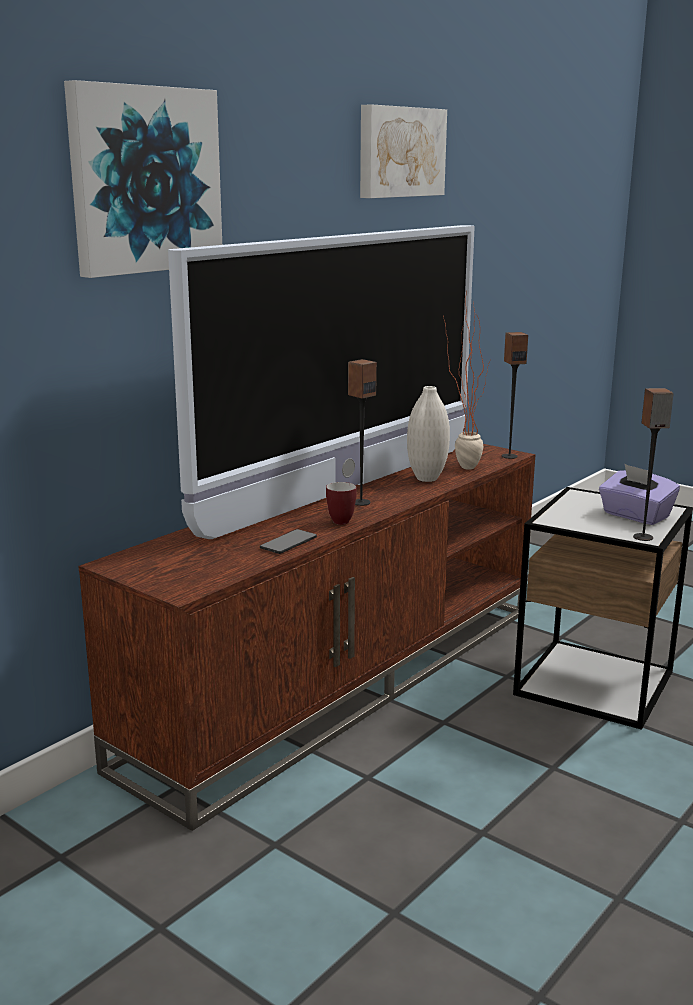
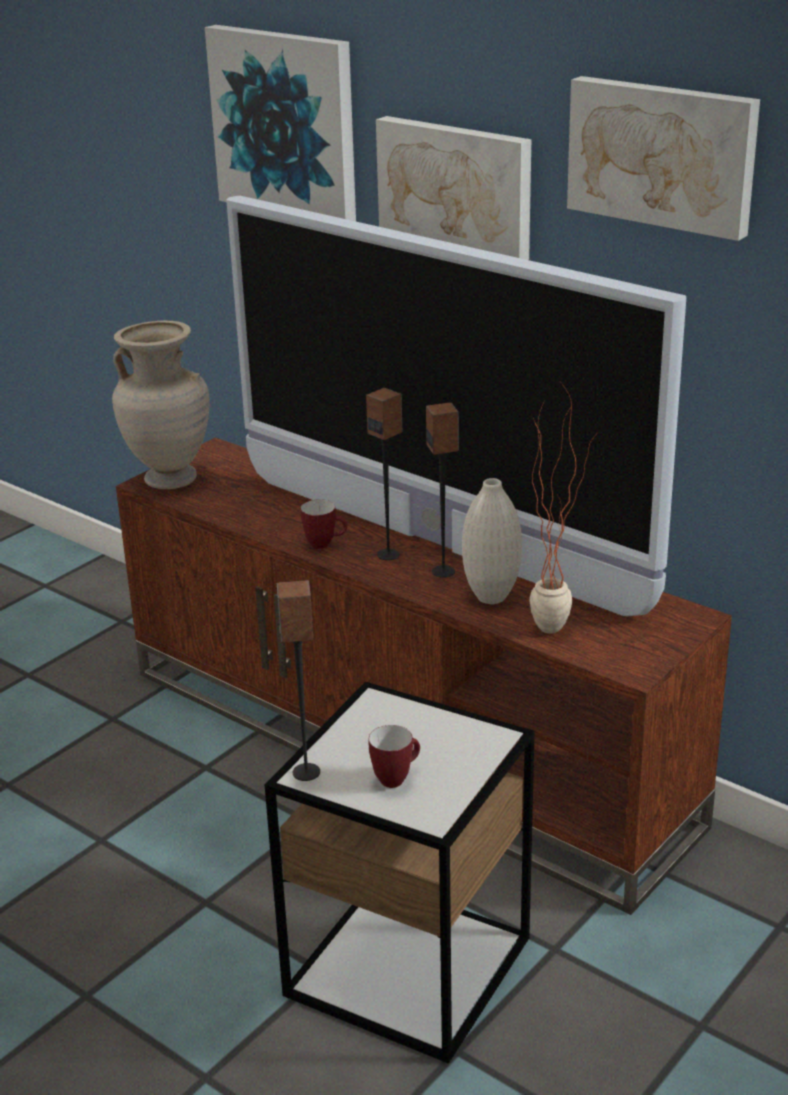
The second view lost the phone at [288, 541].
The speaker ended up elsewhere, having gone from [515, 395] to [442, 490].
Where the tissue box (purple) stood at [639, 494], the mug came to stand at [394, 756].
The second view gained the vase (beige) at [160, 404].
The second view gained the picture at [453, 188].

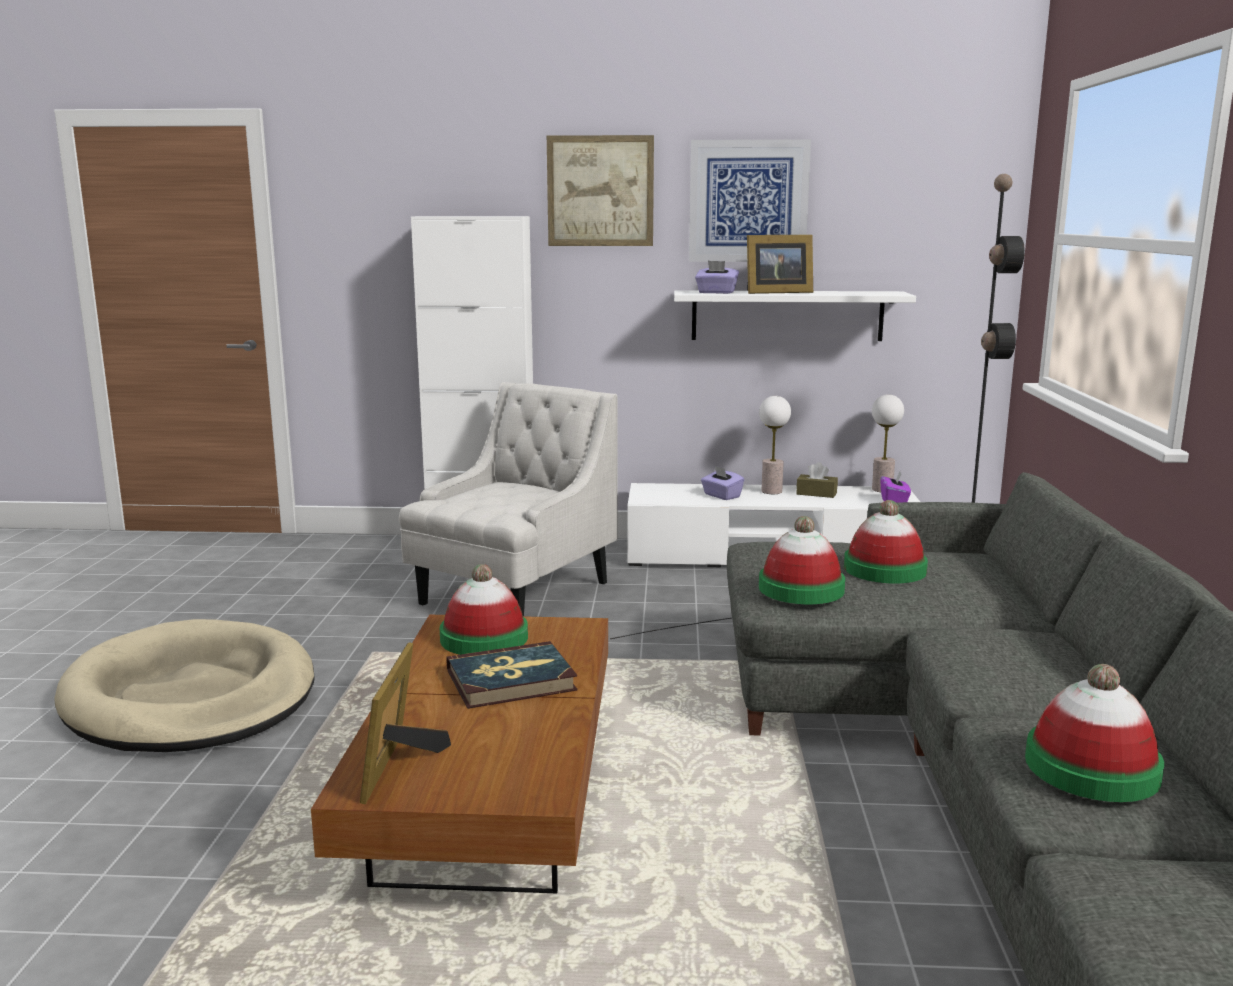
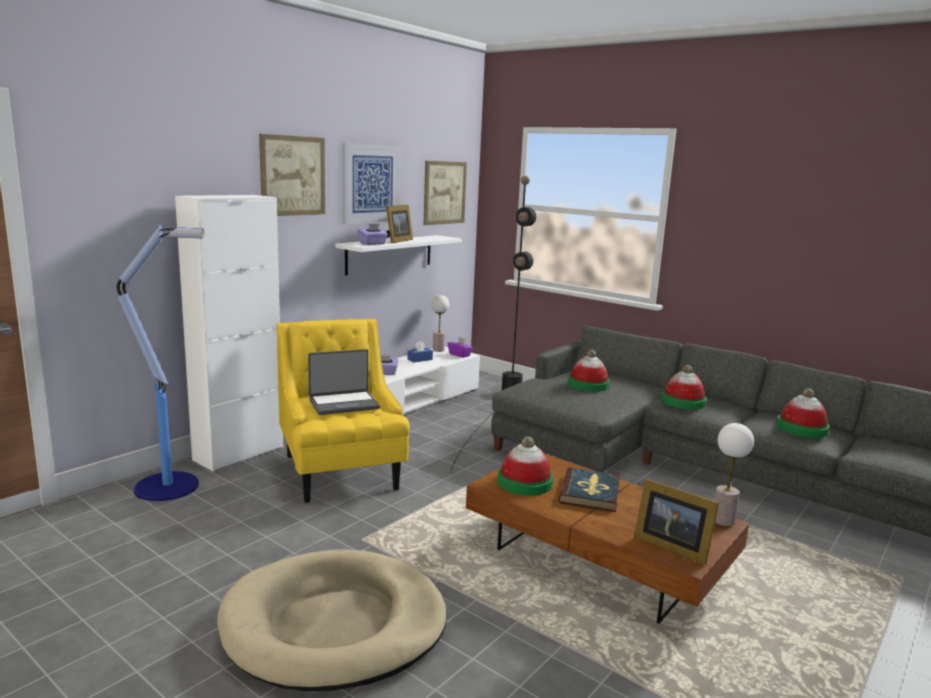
What was the armchair (white) at [508, 499] turned into the armchair (yellow) at [343, 411].
The table lamp ended up elsewhere, having gone from [775, 445] to [734, 474].
The hat ended up elsewhere, having gone from [802, 560] to [684, 387].
What was the tissue box (brown) at [817, 480] turned into the tissue box (blue) at [420, 352].
The second view gained the floor lamp at [161, 363].
The second view gained the laptop at [344, 382].
The second view gained the picture at [445, 193].

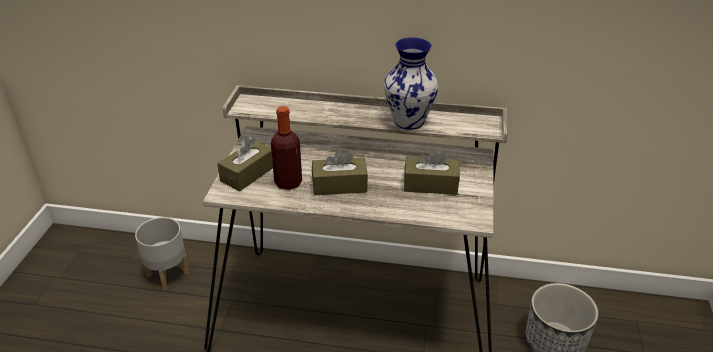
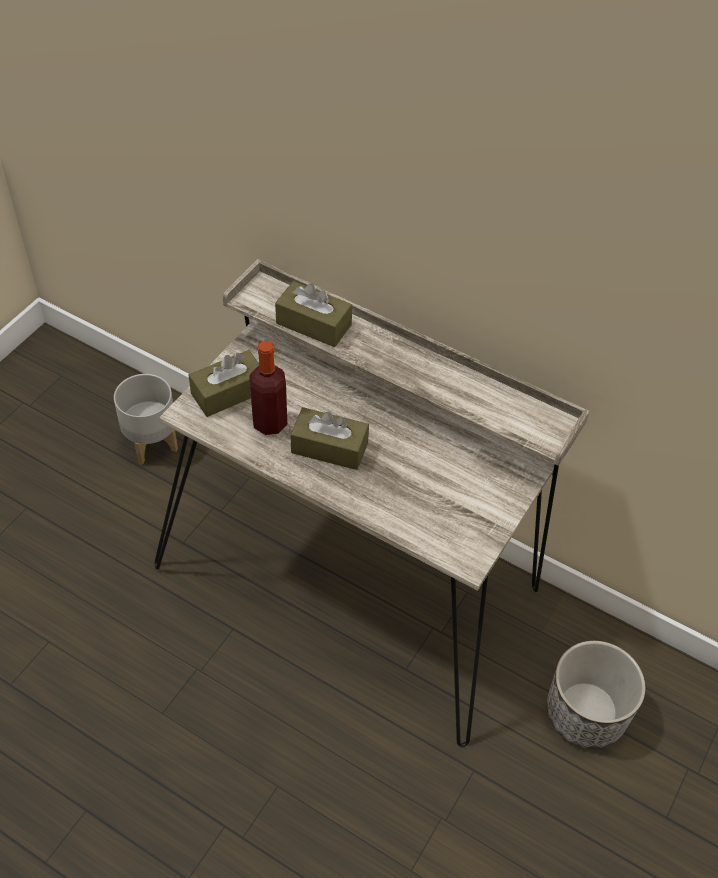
The second view lost the vase at [411, 83].
The tissue box (brown) ended up elsewhere, having gone from [432, 172] to [313, 314].

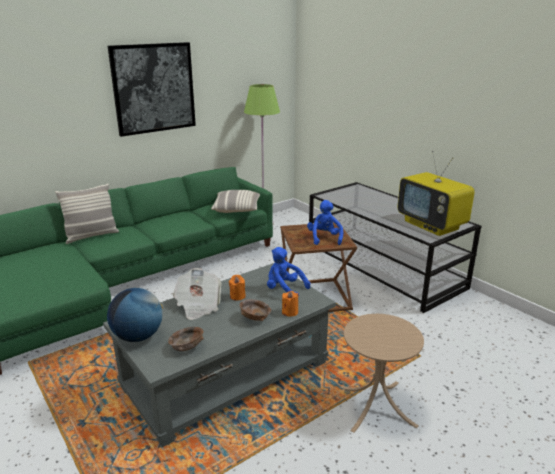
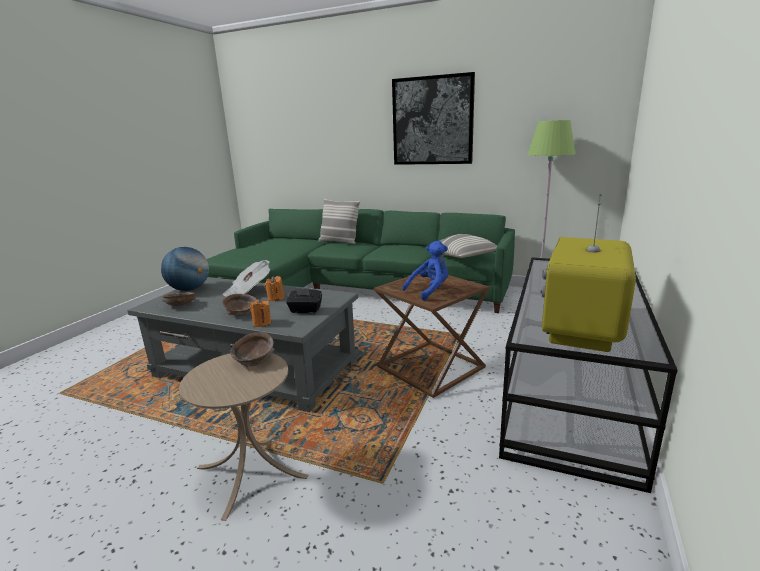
Where the plush toy (blue) stood at [289, 272], the tissue box (black) came to stand at [304, 300].
The second view gained the bowl (brown) at [253, 349].

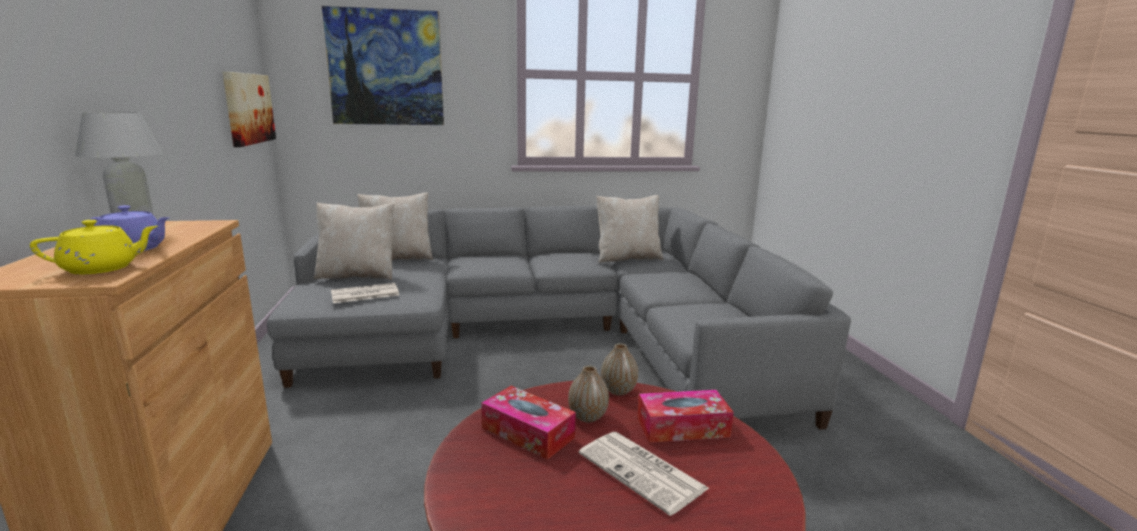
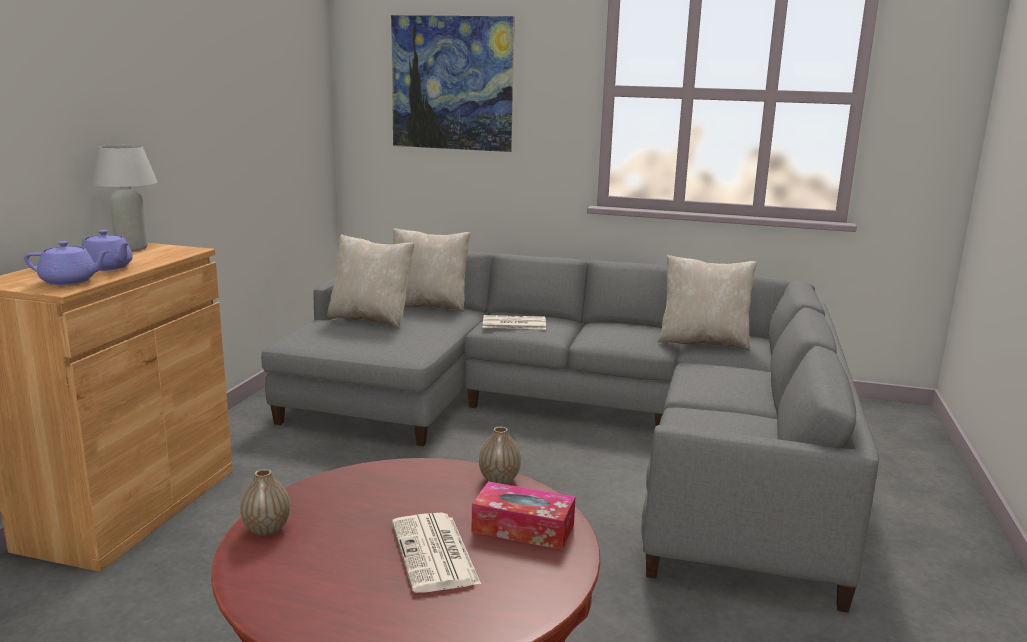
What was the teapot (yellow) at [94, 247] turned into the teapot (purple) at [67, 263].
The second view lost the picture at [249, 109].
The newspaper ended up elsewhere, having gone from [365, 293] to [514, 322].
The second view lost the tissue box at [528, 423].
The vase ended up elsewhere, having gone from [588, 393] to [265, 502].

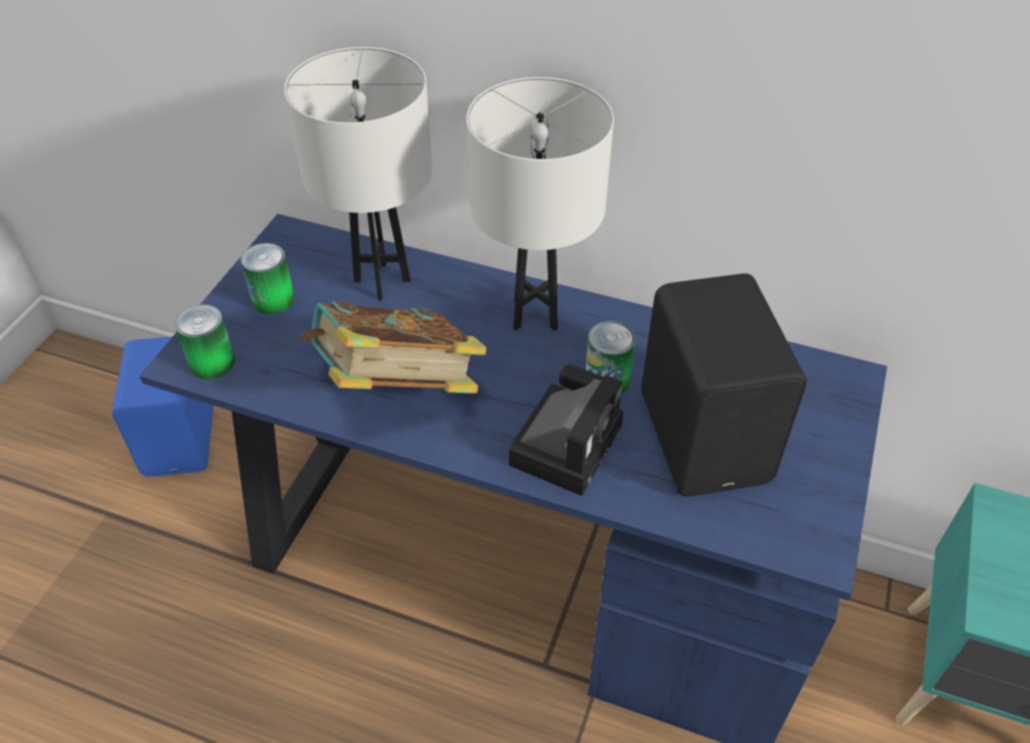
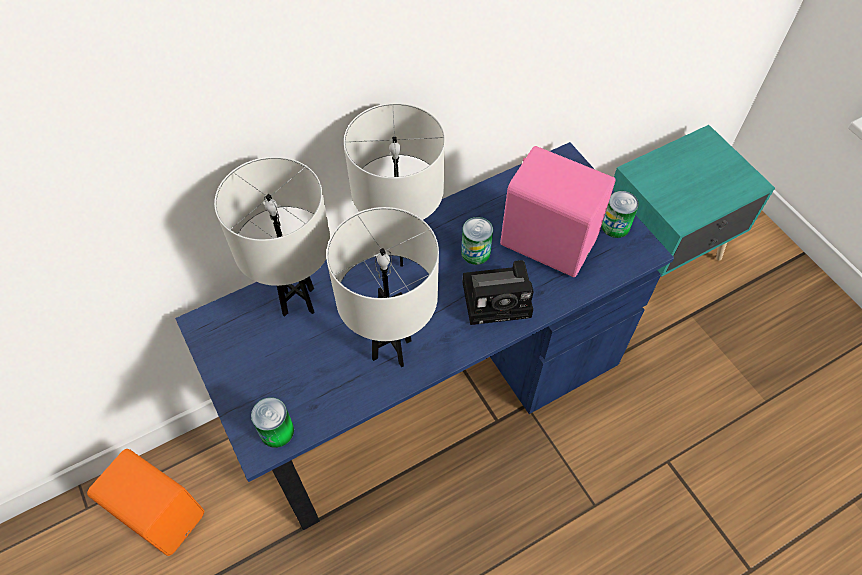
What was the speaker (blue) at [162, 406] turned into the speaker (orange) at [145, 502].
The can ended up elsewhere, having gone from [268, 278] to [620, 214].
Where the book stood at [393, 348], the table lamp (white) came to stand at [382, 287].
The photo camera at [566, 430] ended up facing another way, 105 degrees clockwise from before.
What was the speaker (black) at [724, 385] turned into the speaker (pink) at [558, 211].

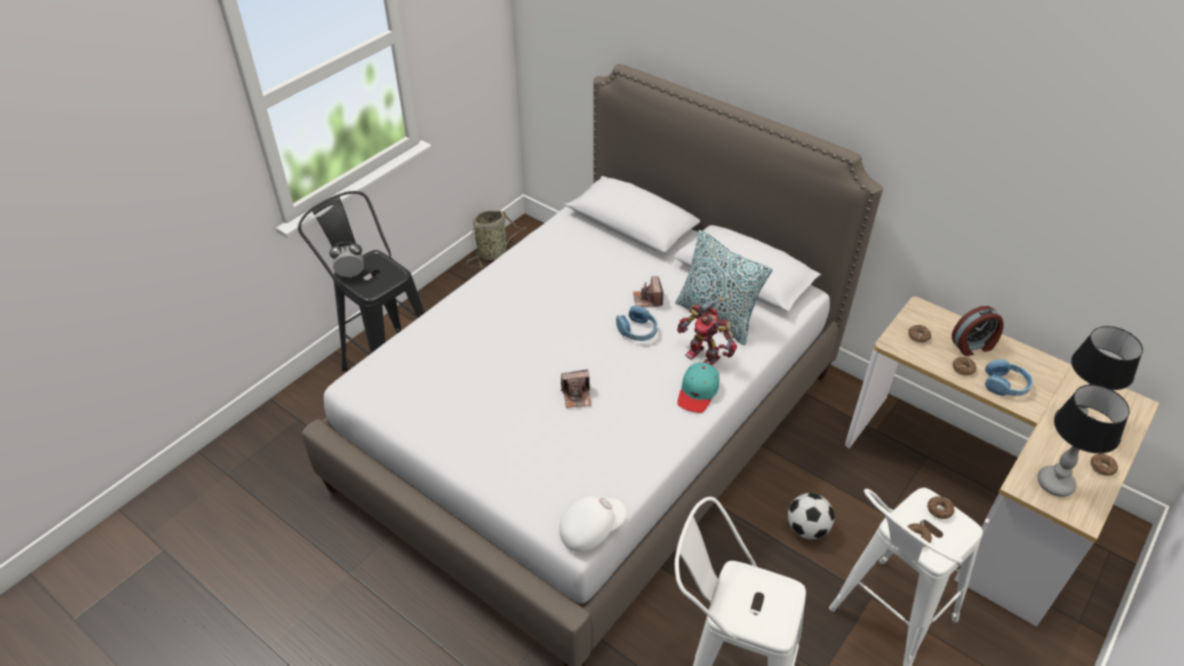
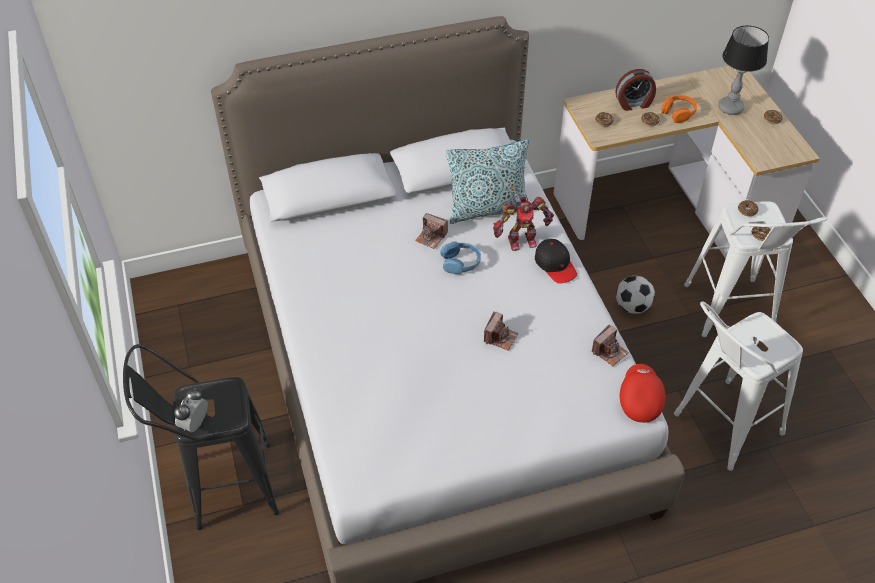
The second view lost the basket at [496, 238].
What was the cap (white) at [592, 524] turned into the cap (red) at [642, 393].
What was the cap (turquoise) at [698, 387] turned into the cap (black) at [556, 261].
The alarm clock at [978, 331] ended up facing another way, 60 degrees clockwise from before.
What was the headphones (blue) at [1009, 378] turned into the headphones (orange) at [679, 109].
The second view lost the table lamp at [1083, 440].
The second view gained the photo camera at [610, 345].

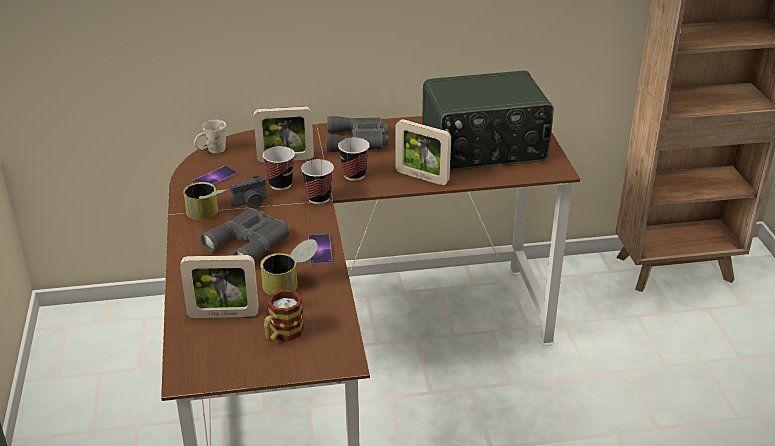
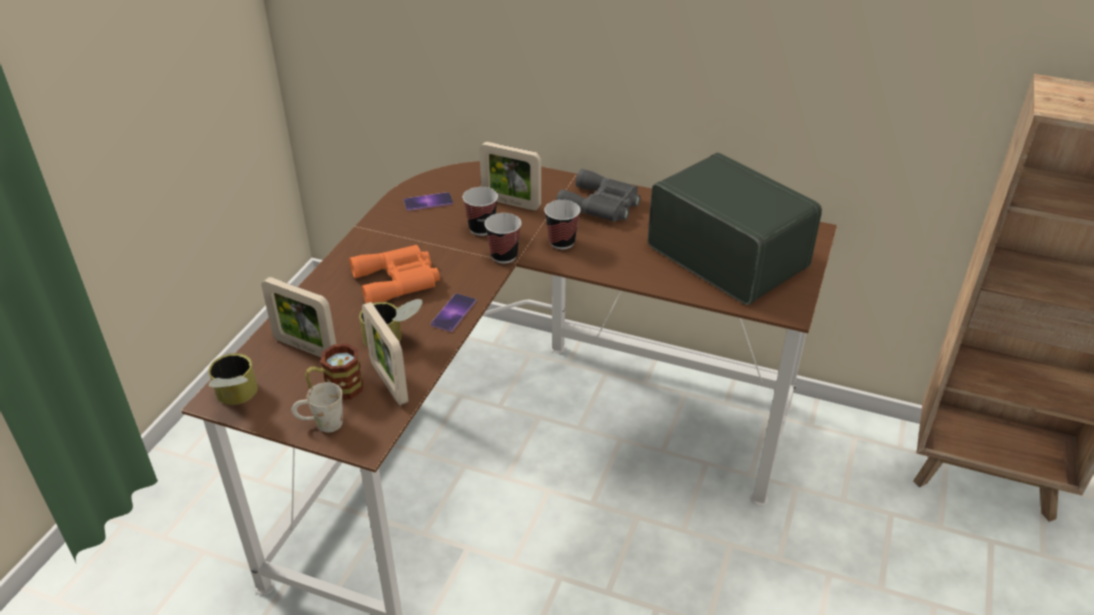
The can ended up elsewhere, having gone from [205, 201] to [233, 379].
The mug (white) ended up elsewhere, having gone from [210, 137] to [317, 407].
What was the binoculars (grey) at [245, 234] turned into the binoculars (orange) at [394, 274].
The second view lost the photo camera at [248, 192].
The picture frame ended up elsewhere, having gone from [423, 152] to [385, 353].
The radio at [488, 120] ended up facing another way, 150 degrees counterclockwise from before.

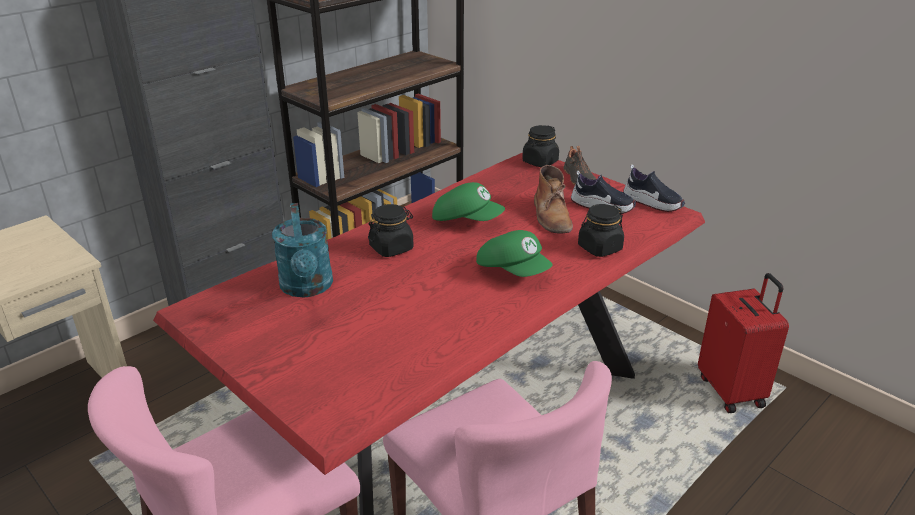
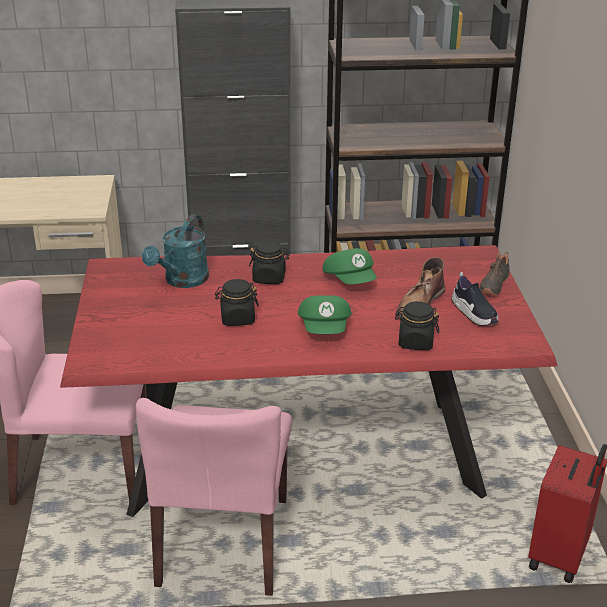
The jar (black) ended up elsewhere, having gone from [540, 146] to [237, 302].
The second view lost the shoe at [654, 188].

